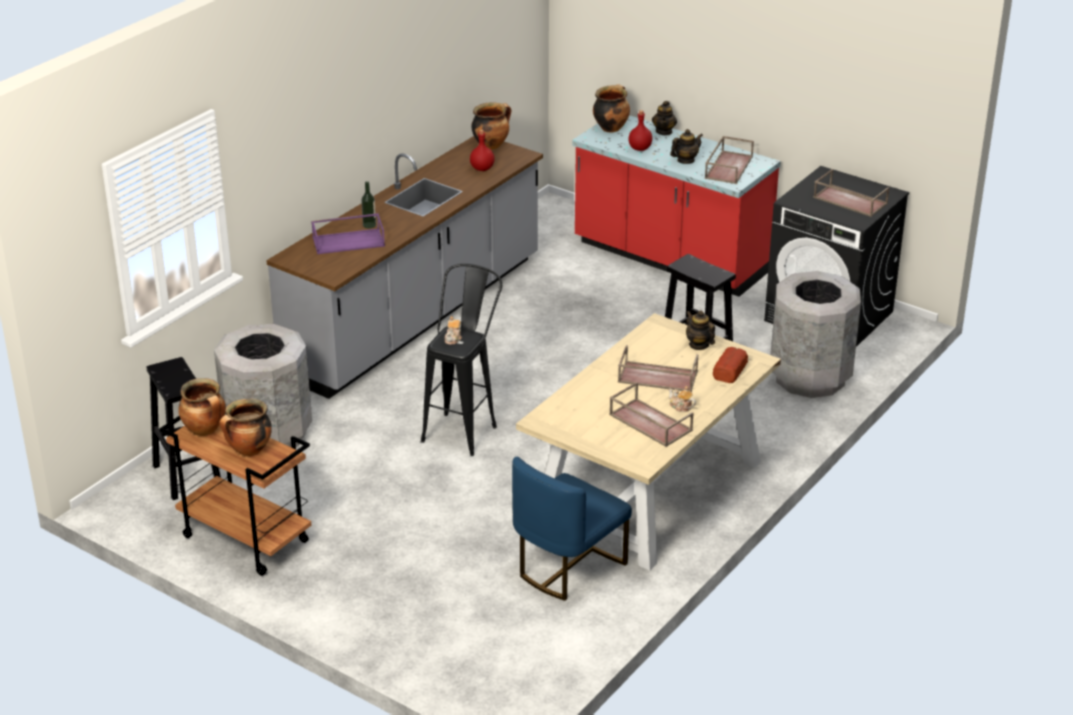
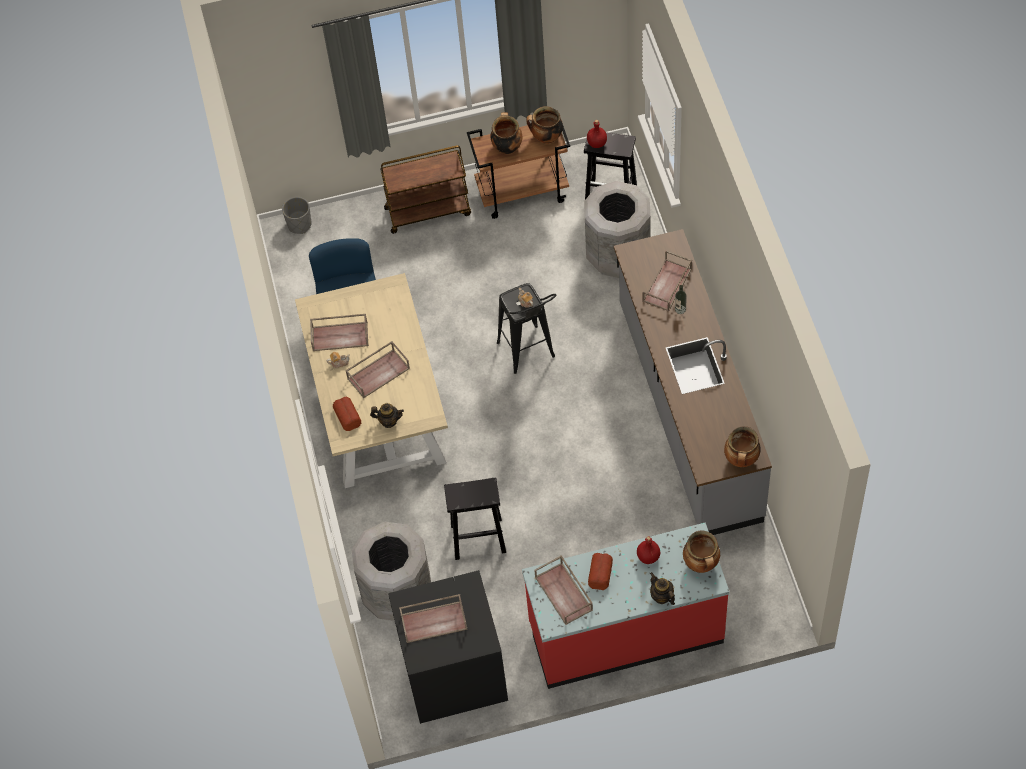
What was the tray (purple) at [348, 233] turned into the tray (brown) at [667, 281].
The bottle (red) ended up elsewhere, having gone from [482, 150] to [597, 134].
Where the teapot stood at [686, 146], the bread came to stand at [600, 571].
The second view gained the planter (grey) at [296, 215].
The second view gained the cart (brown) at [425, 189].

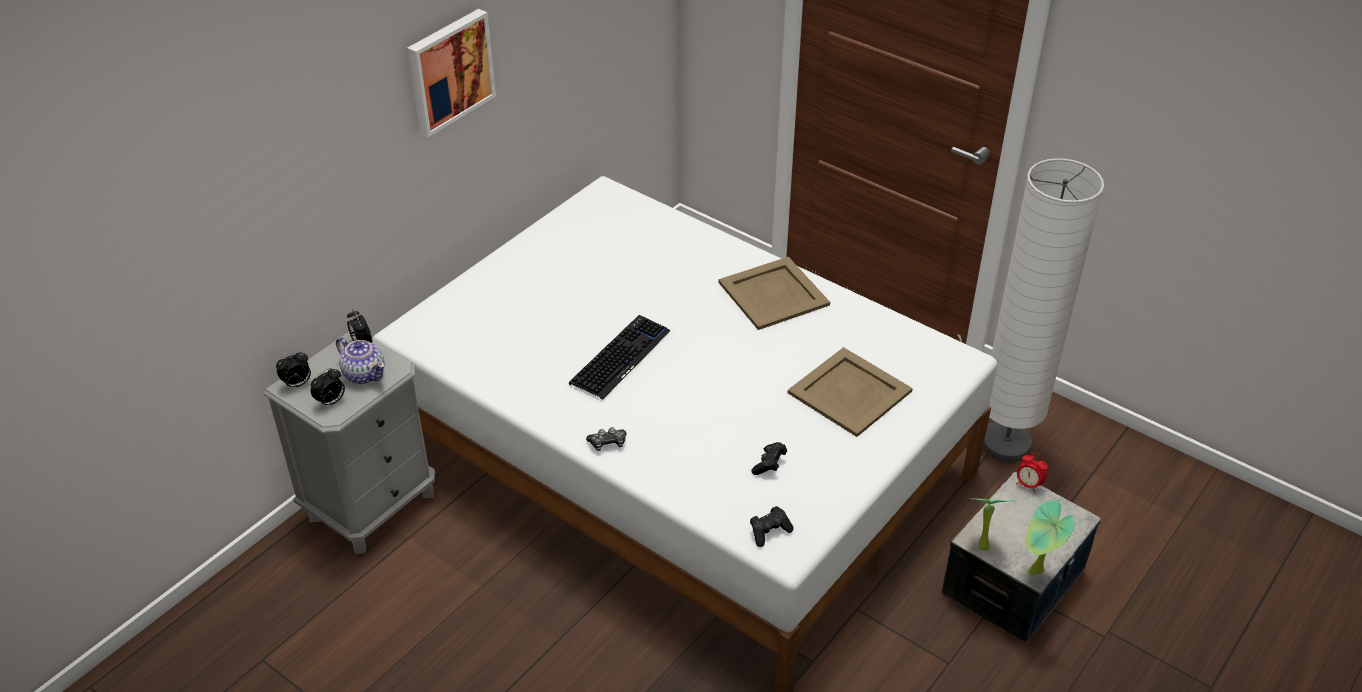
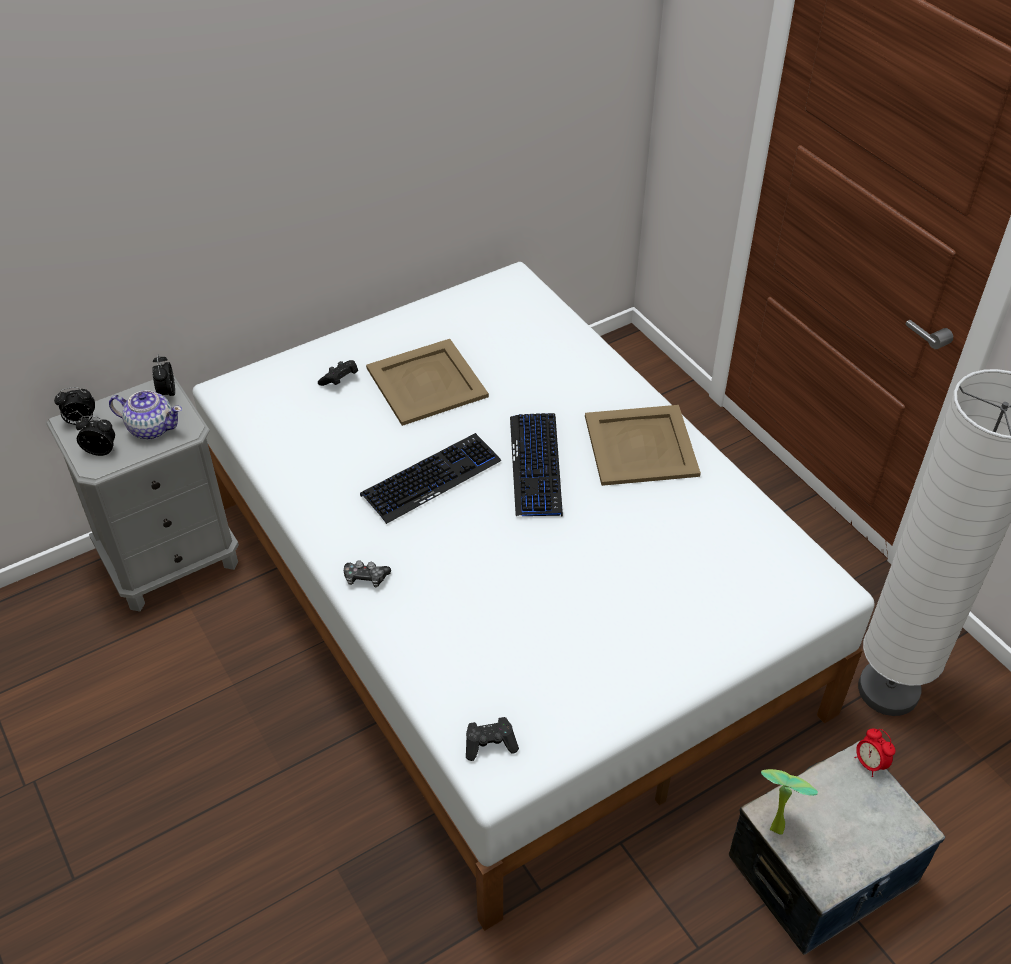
The alarm clock at [327, 387] ended up facing another way, 150 degrees counterclockwise from before.
The teapot at [360, 360] ended up facing another way, 45 degrees counterclockwise from before.
The second view lost the picture at [451, 73].
The game controller (black) ended up elsewhere, having gone from [769, 458] to [338, 373].
The tray (beige) ended up elsewhere, having gone from [850, 392] to [427, 382].
The second view lost the potted plant at [1050, 537].
The second view gained the keyboard at [536, 465].

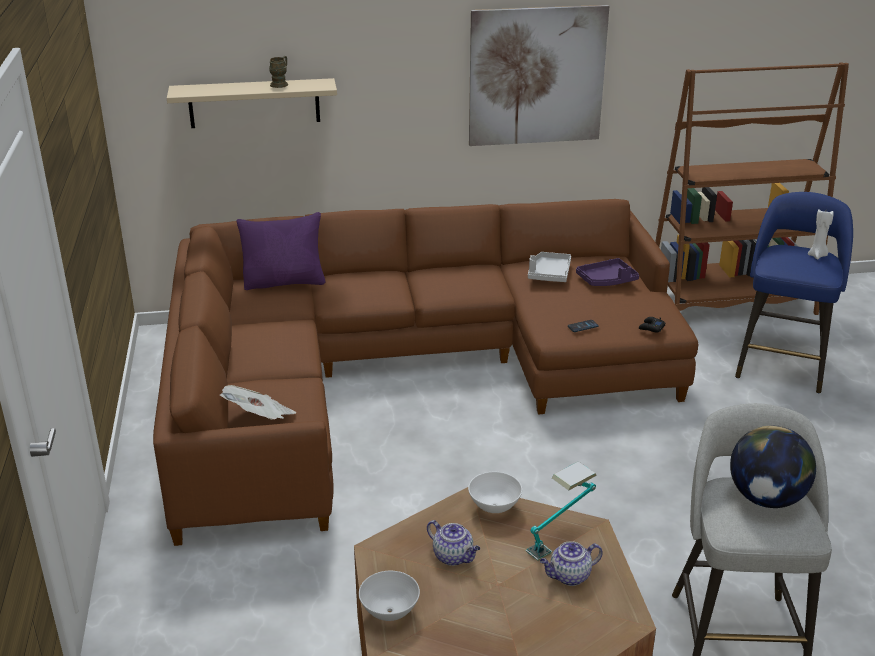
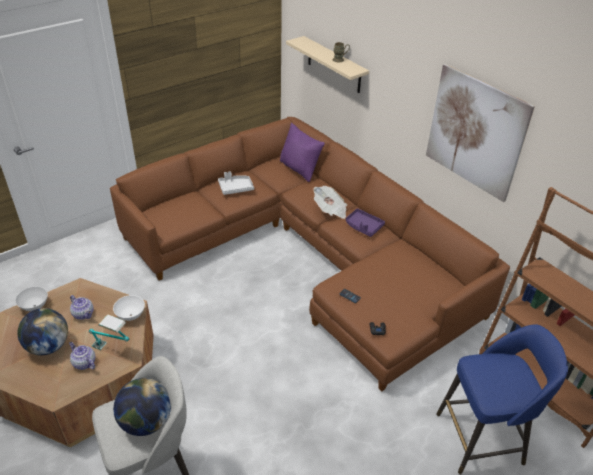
The newspaper ended up elsewhere, having gone from [258, 402] to [330, 202].
The teapot at [453, 543] ended up facing another way, 60 degrees counterclockwise from before.
The tray (grey) ended up elsewhere, having gone from [549, 267] to [236, 183].
The tray (purple) ended up elsewhere, having gone from [607, 272] to [365, 222].
The second view lost the candle (white) at [820, 234].
The second view gained the globe at [42, 331].

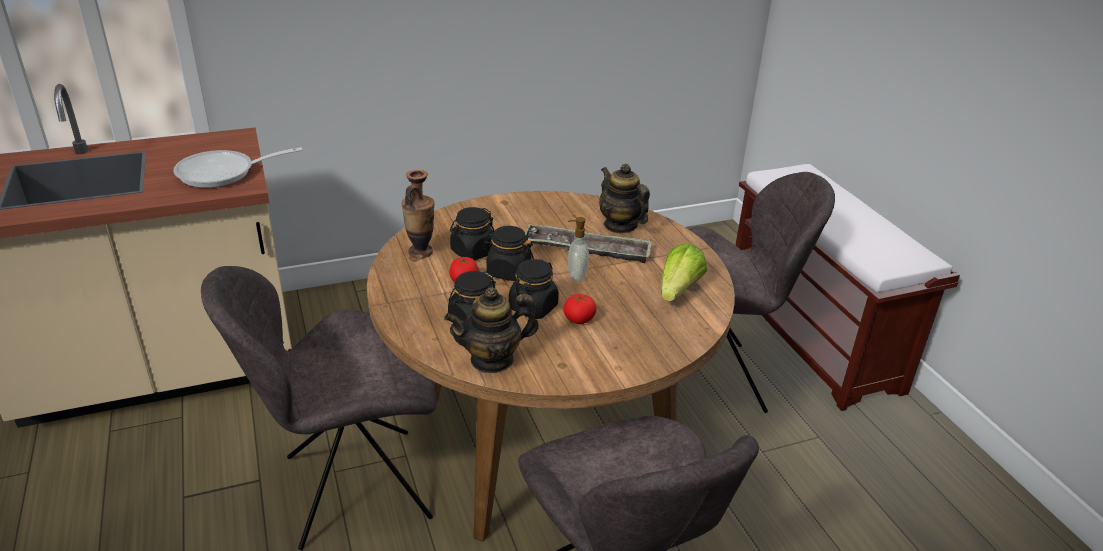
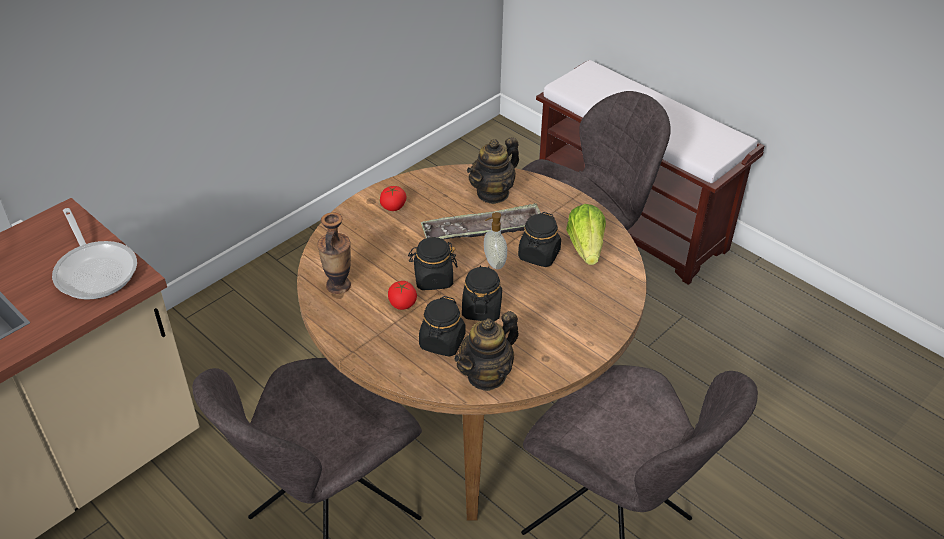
The frying pan at [237, 167] ended up facing another way, 75 degrees counterclockwise from before.
The jar (black) ended up elsewhere, having gone from [472, 233] to [539, 239].
The tomato ended up elsewhere, having gone from [580, 309] to [393, 198].
The teapot at [624, 198] ended up facing another way, 75 degrees counterclockwise from before.

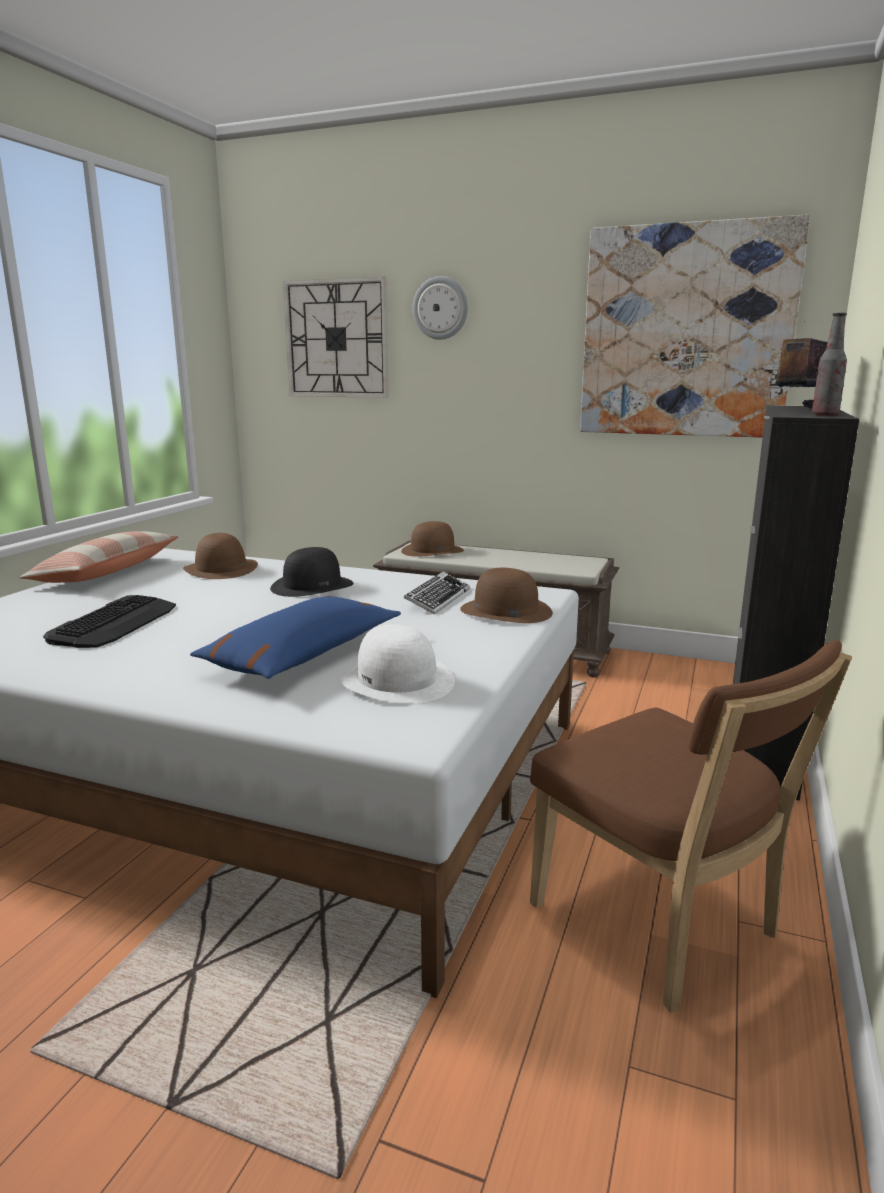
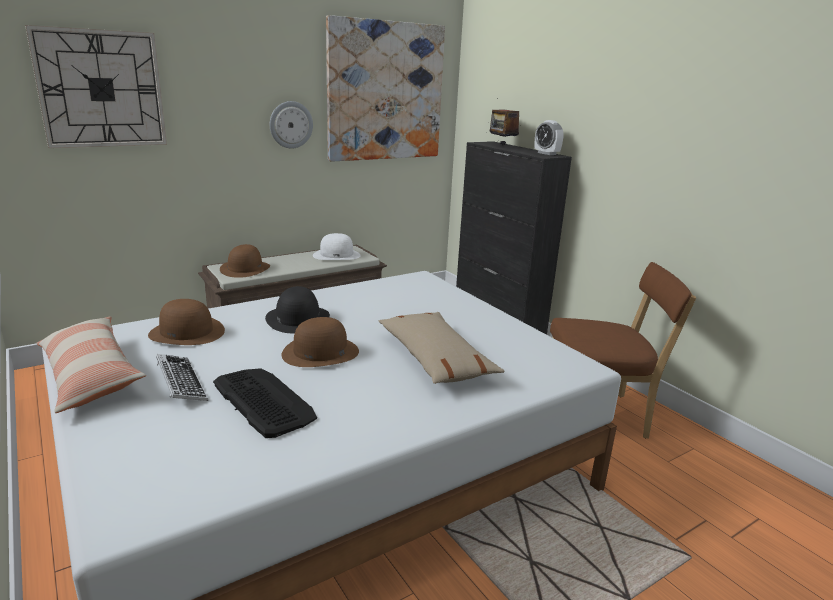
What was the pillow (blue) at [295, 637] turned into the pillow (beige) at [442, 348].
The hat (white) ended up elsewhere, having gone from [397, 664] to [337, 246].
The keyboard ended up elsewhere, having gone from [437, 593] to [182, 377].
The wall clock ended up elsewhere, having gone from [440, 308] to [291, 125].
The hat (brown) ended up elsewhere, having gone from [506, 595] to [320, 342].
Where the bottle stood at [829, 364], the alarm clock came to stand at [549, 137].

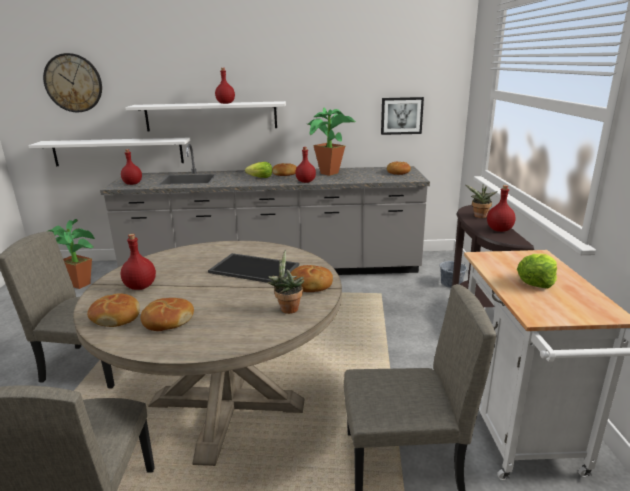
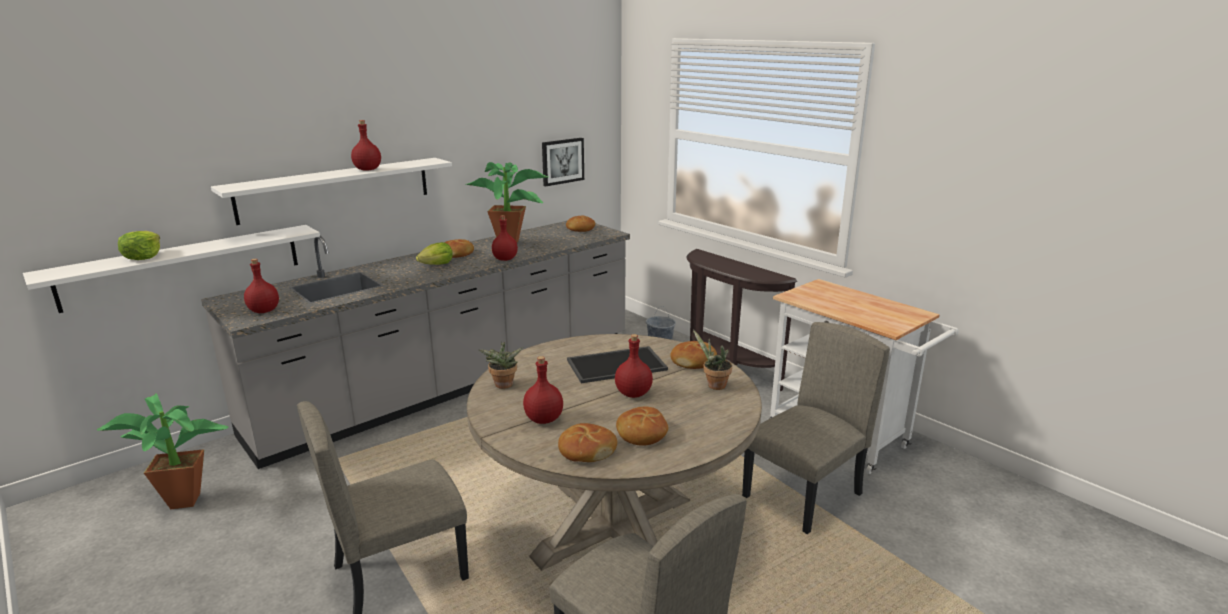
The second view lost the wall clock at [72, 82].
The potted plant ended up elsewhere, having gone from [482, 201] to [501, 365].
The bottle (red) ended up elsewhere, having gone from [501, 208] to [634, 366].
The lettuce ended up elsewhere, having gone from [537, 270] to [139, 245].

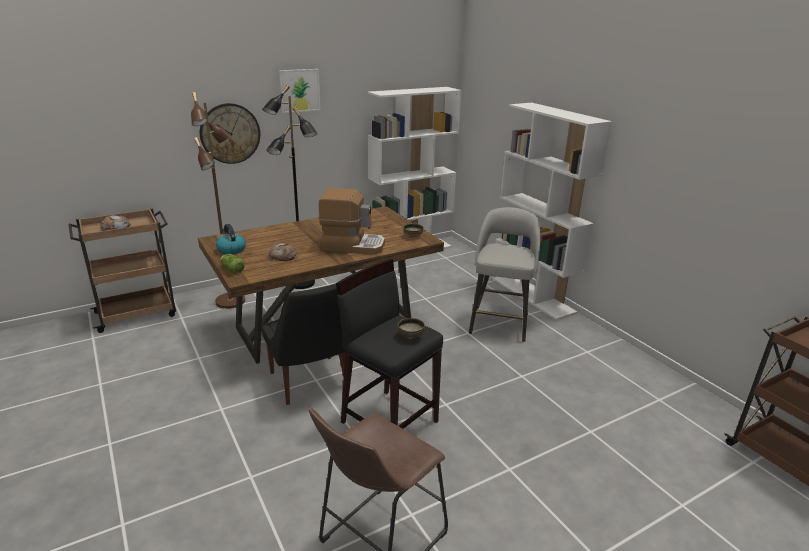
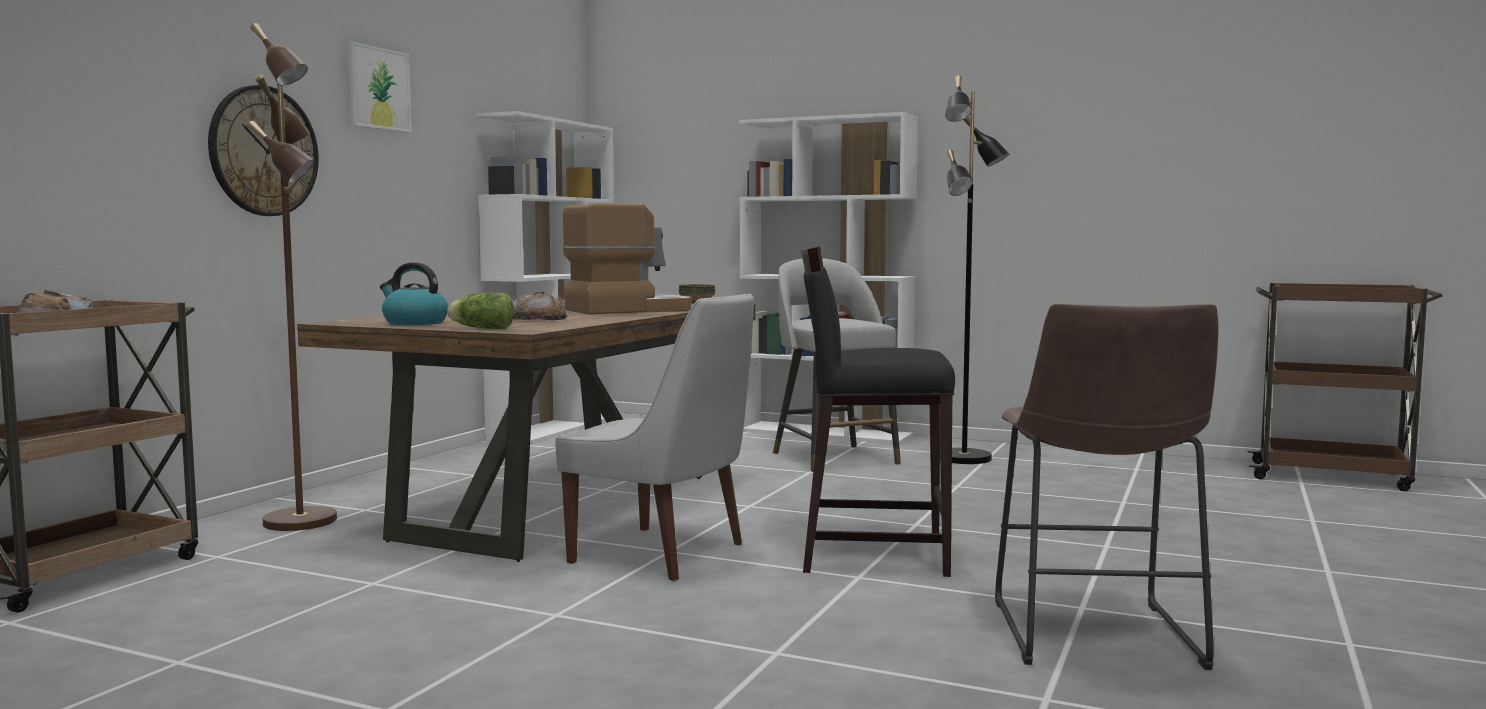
What was the chair (black) at [302, 344] turned into the chair (white) at [654, 437].
The floor lamp (black) ended up elsewhere, having gone from [290, 187] to [977, 269].
The second view lost the bowl at [411, 328].

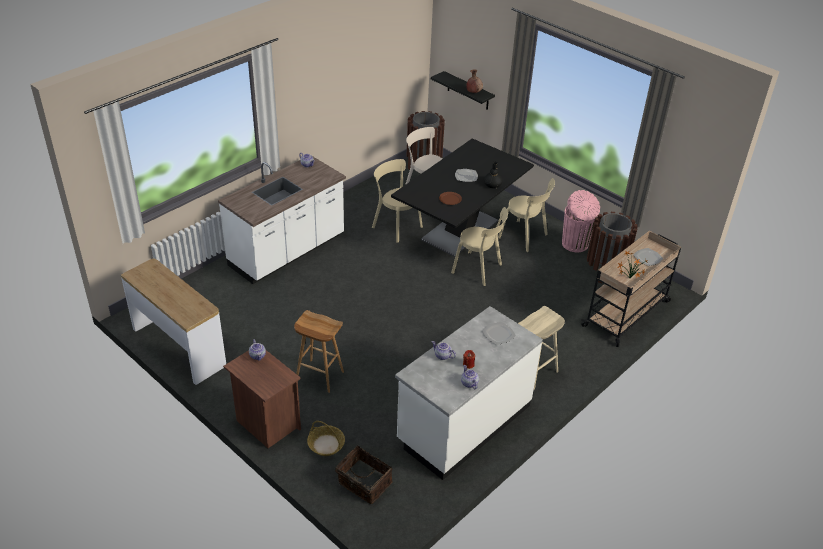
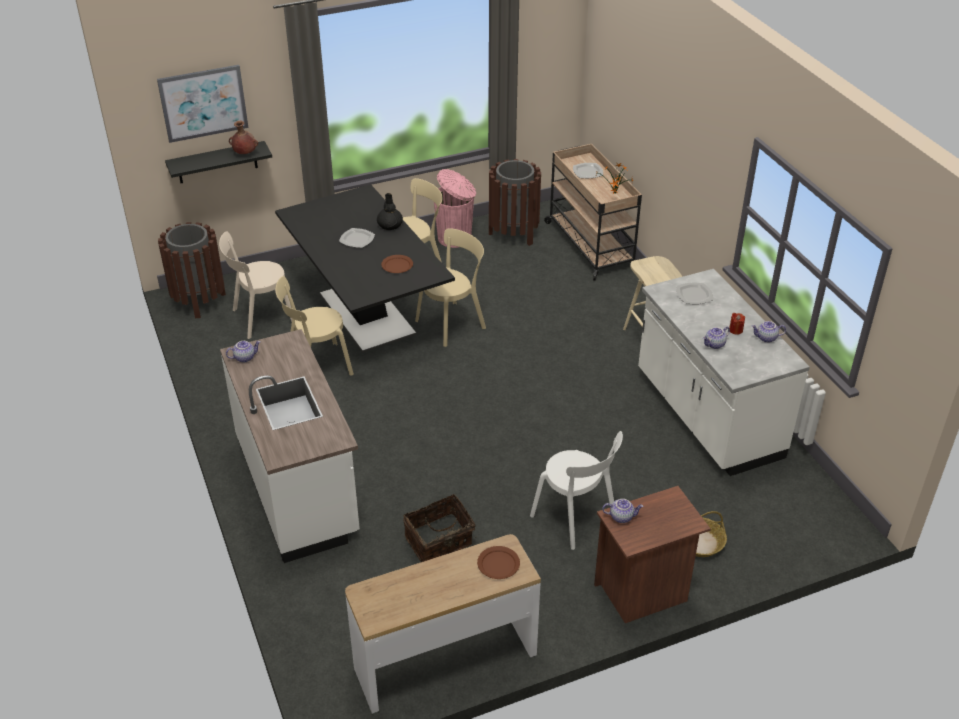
Where the stool (brown) stood at [319, 351], the chair (white) came to stand at [576, 490].
The basket ended up elsewhere, having gone from [363, 474] to [440, 528].
The second view gained the picture at [203, 104].
The second view gained the plate (brown) at [498, 562].

